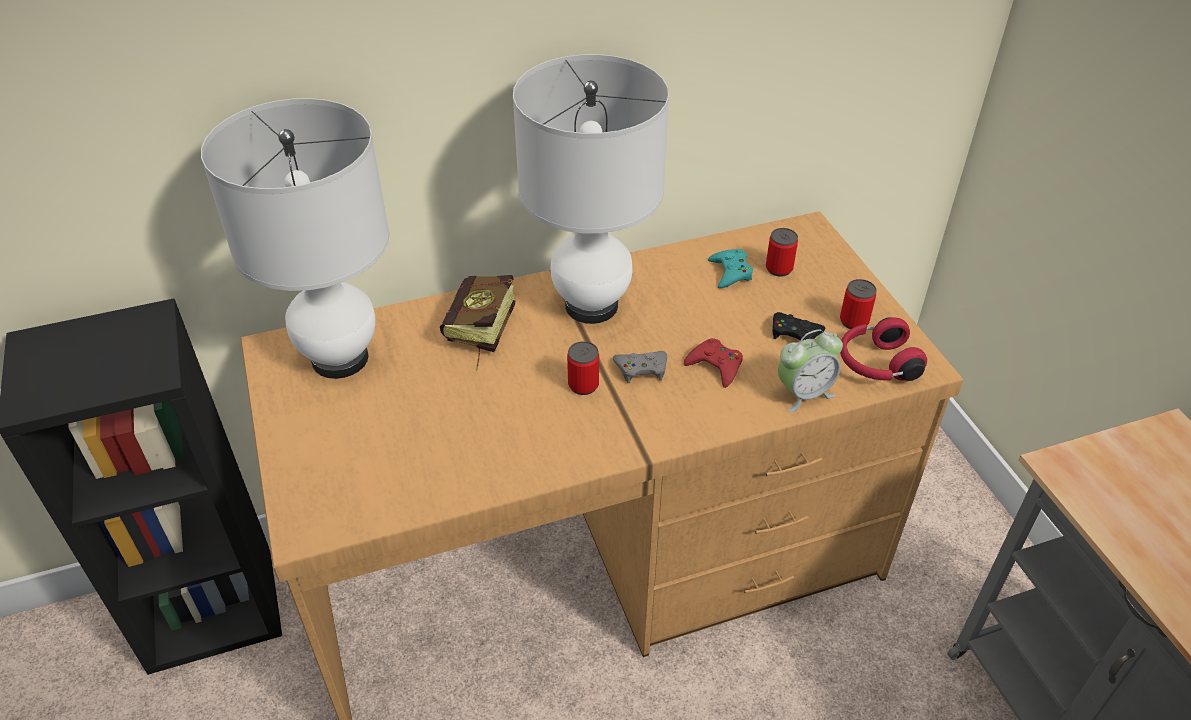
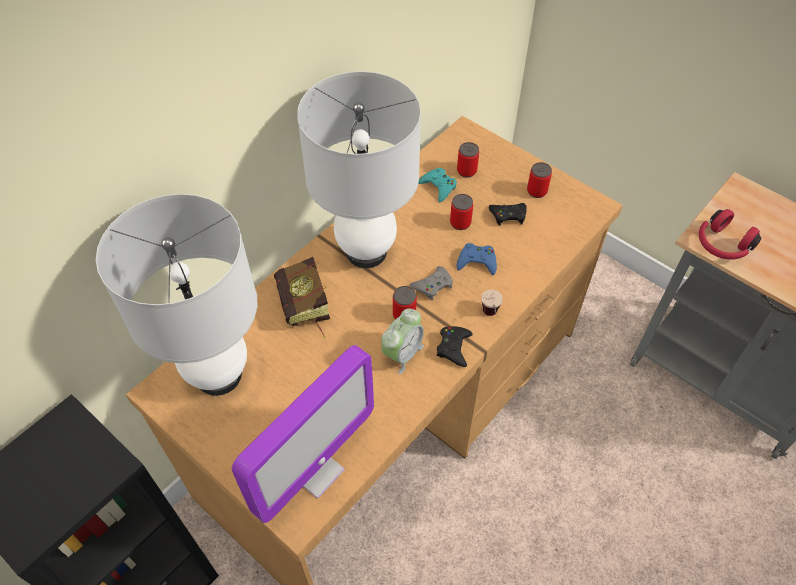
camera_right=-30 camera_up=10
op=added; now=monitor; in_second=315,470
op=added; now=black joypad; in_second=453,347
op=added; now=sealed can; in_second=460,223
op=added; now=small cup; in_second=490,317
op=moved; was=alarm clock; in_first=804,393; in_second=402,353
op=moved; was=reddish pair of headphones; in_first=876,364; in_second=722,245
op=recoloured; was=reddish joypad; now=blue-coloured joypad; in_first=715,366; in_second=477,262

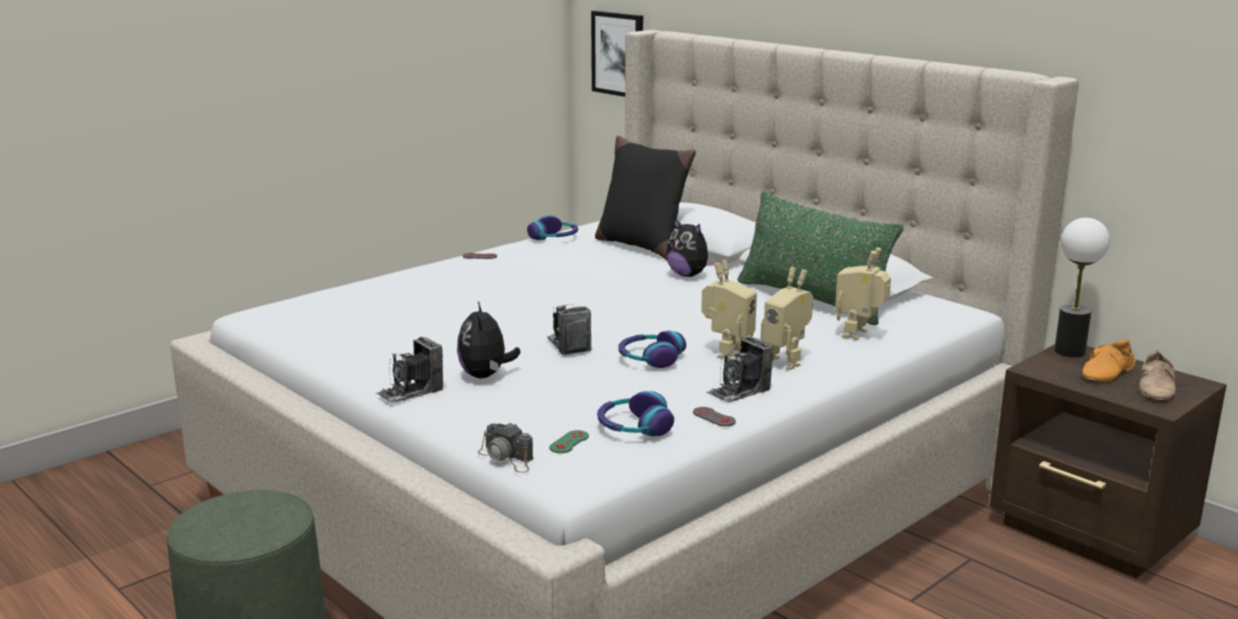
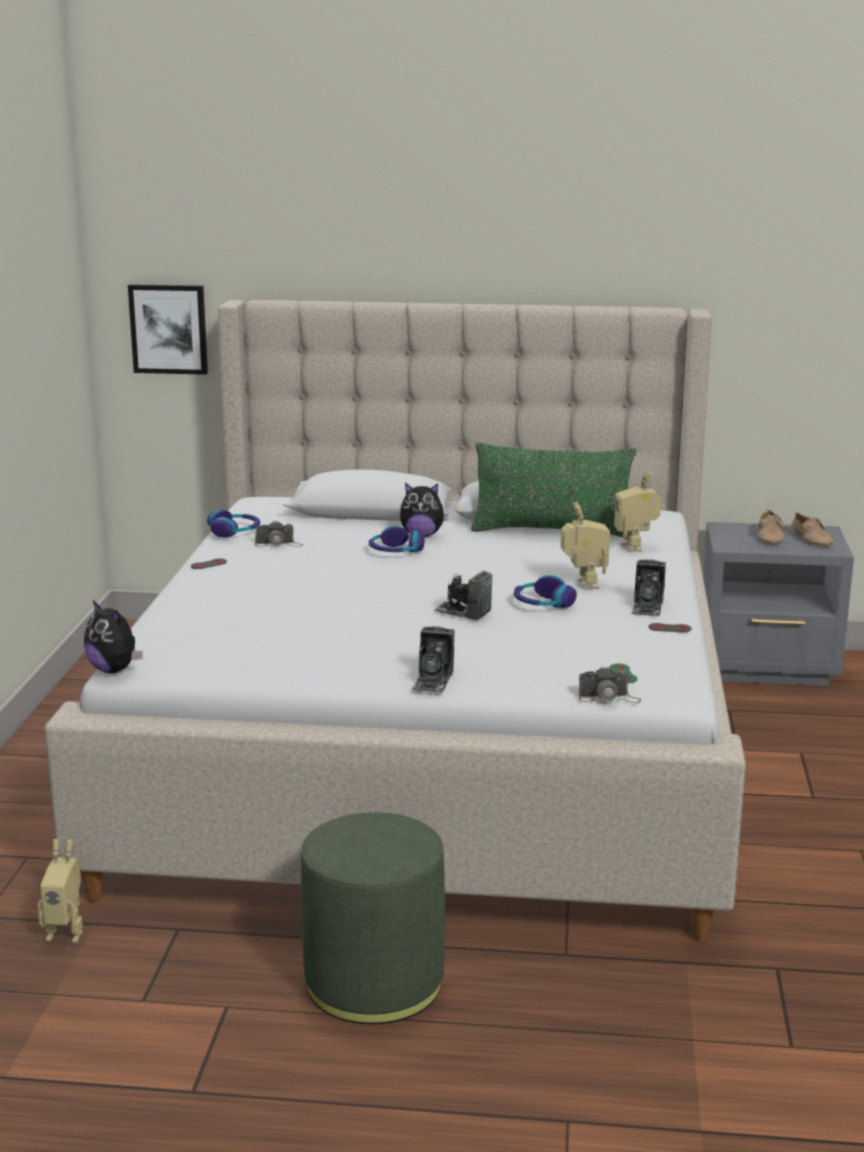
camera_right=-40 camera_up=0
op=removed; was=black pillow; in_first=641,246
op=removed; was=table lamp; in_first=1069,352
op=added; now=photo camera; in_second=278,544
op=moved; was=cuddly toy; in_first=486,376; in_second=114,670
op=moved; was=pair of headphones; in_first=634,427; in_second=395,551
op=moved; was=toy robot; in_first=786,362; in_second=66,932
op=recoloured; was=brown nightstand; now=gray nightstand; in_first=1091,534; in_second=769,668
op=recoloured; was=orangey item of footwear; now=beige item of footwear; in_first=1109,373; in_second=771,537

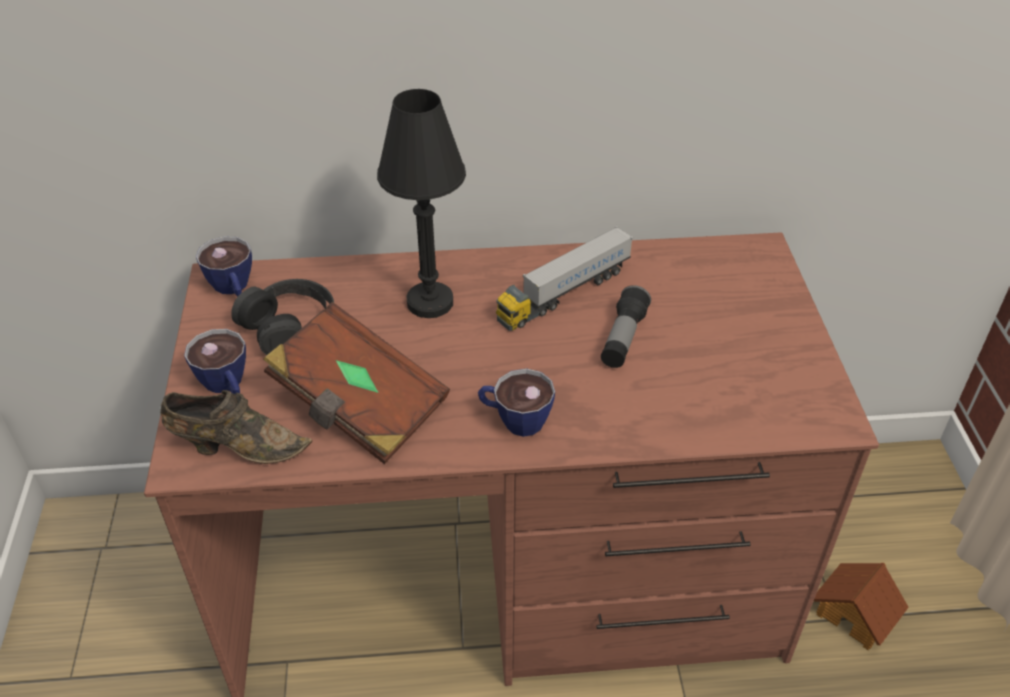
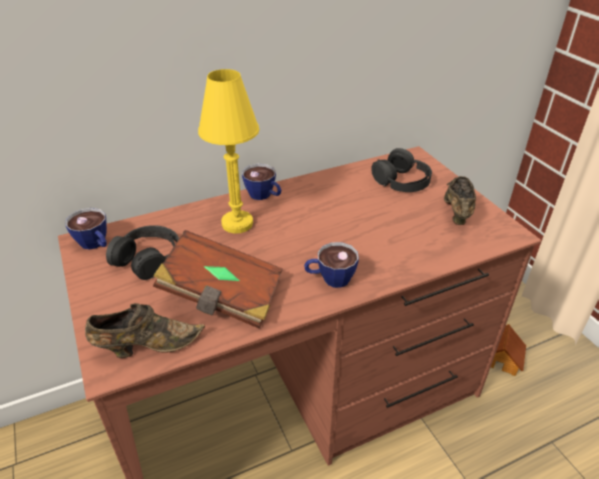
camera_right=-20 camera_up=-5
op=removed; was=model truck; in_first=564,294
op=removed; was=flashlight; in_first=623,338
op=added; now=black pair of headphones; in_second=402,180
op=added; now=brown item of footwear; in_second=456,211
op=moved; was=small cup; in_first=227,386; in_second=264,196
op=recoloured; was=black table lamp; now=yellow table lamp; in_first=430,302; in_second=237,223

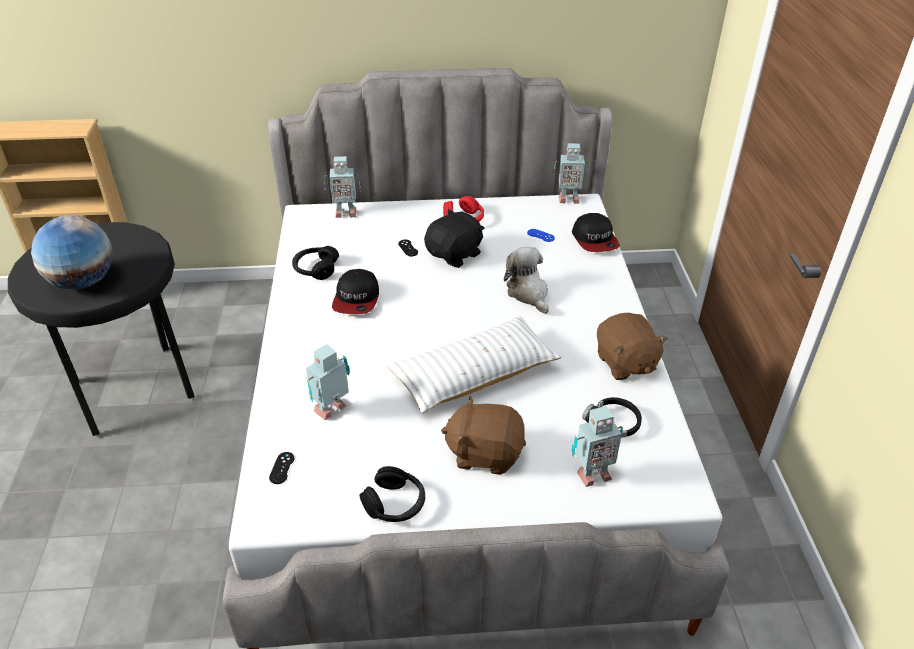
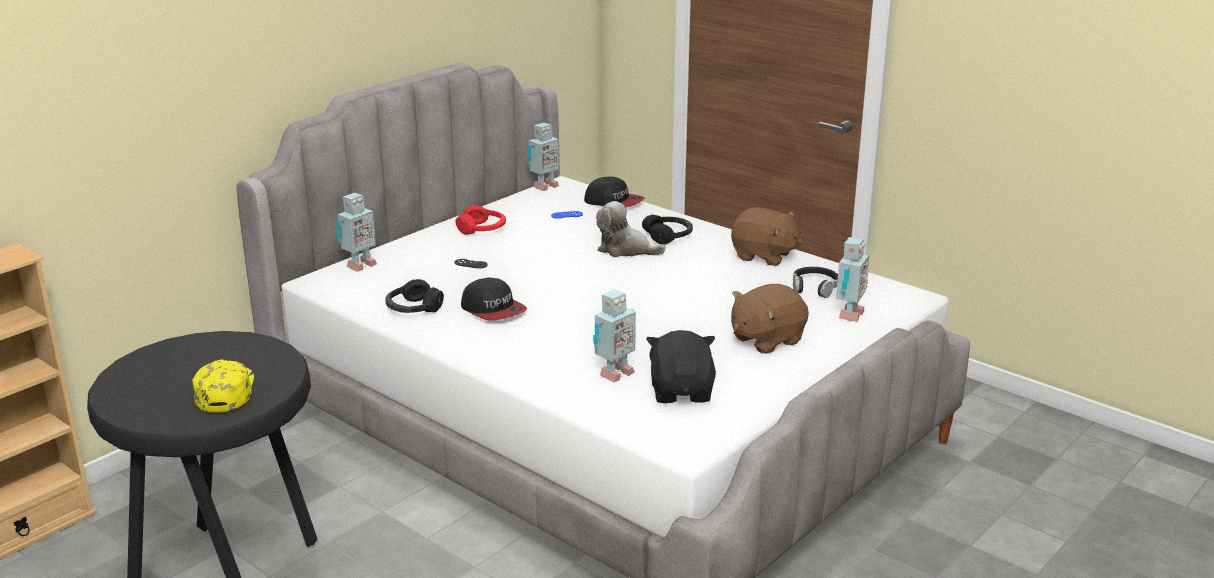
camera_right=-45 camera_up=-15
op=removed; was=black joypad; in_first=282,468
op=removed; was=white pillow; in_first=474,375
op=moved; was=black pair of headphones; in_first=395,504; in_second=668,236
op=moved; was=black cuddly toy; in_first=455,255; in_second=682,392
op=replaced; was=desk globe; now=yellow baseball cap; in_first=83,282; in_second=224,391
op=turned; was=toy robot; in_first=332,410; in_second=614,374; clockwise=-135

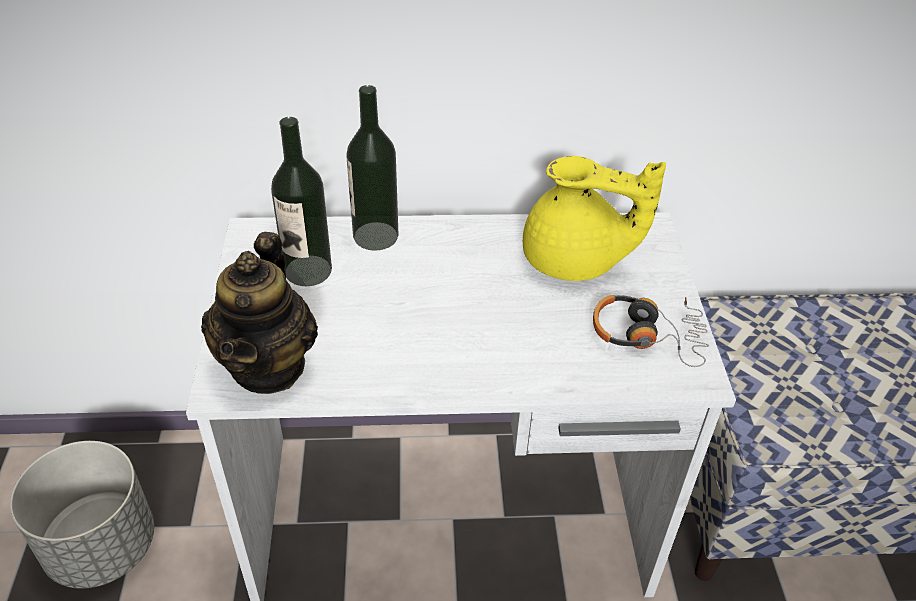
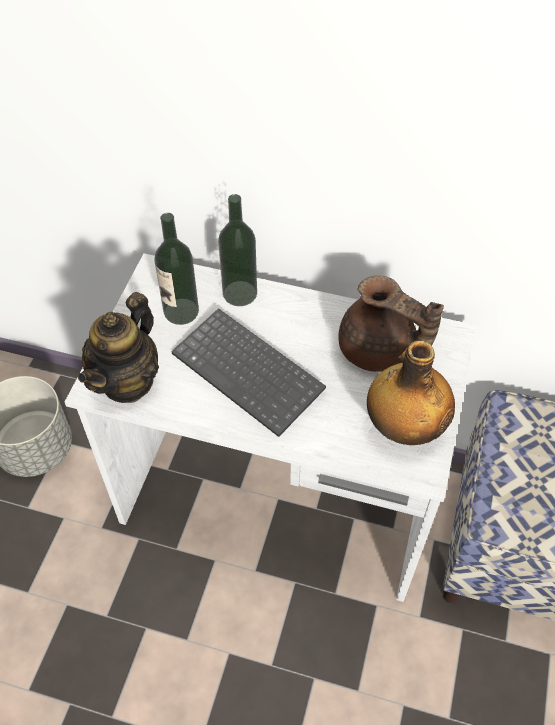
camera_right=20 camera_up=10
op=added; now=PC keyboard; in_second=250,372
op=replaced; was=pair of headphones; now=beverage bottle; in_first=648,335; in_second=404,428
op=recoloured; was=yellow teapot; now=brown teapot; in_first=575,261; in_second=378,351

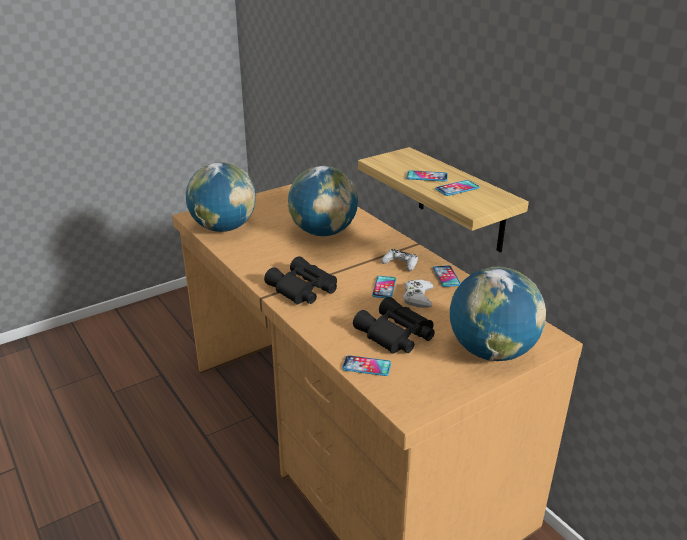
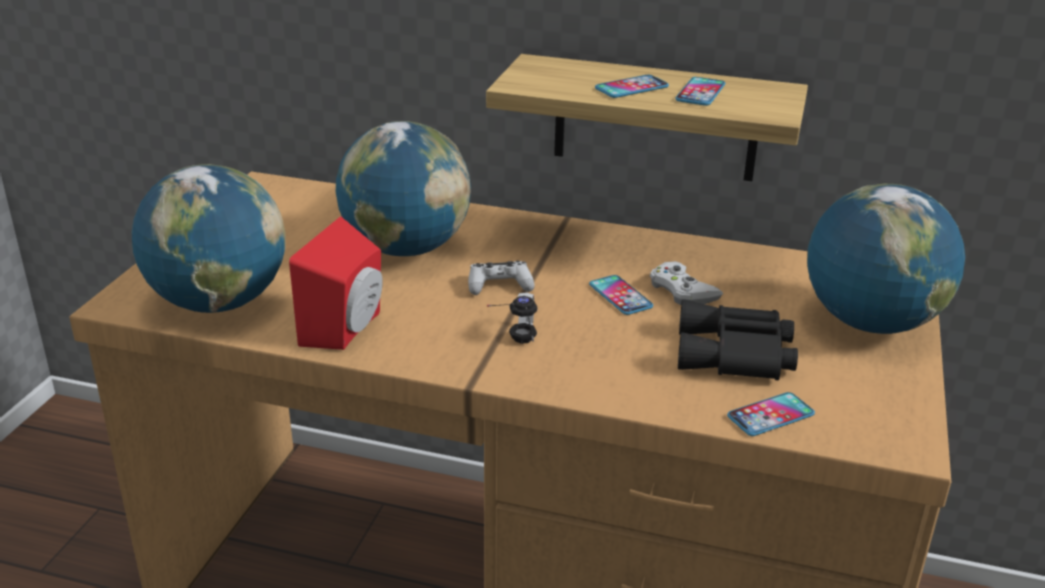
camera_right=-40 camera_up=0
op=removed; was=phone; in_first=446,276
op=added; now=reddish audio speaker; in_second=348,329
op=moved; was=white joypad; in_first=400,264; in_second=499,286
op=replaced; was=black pair of binoculars; now=pair of headphones; in_first=302,289; in_second=512,348

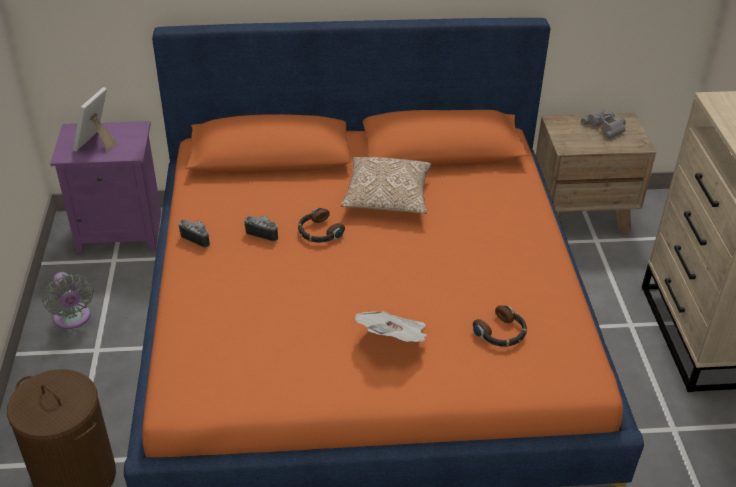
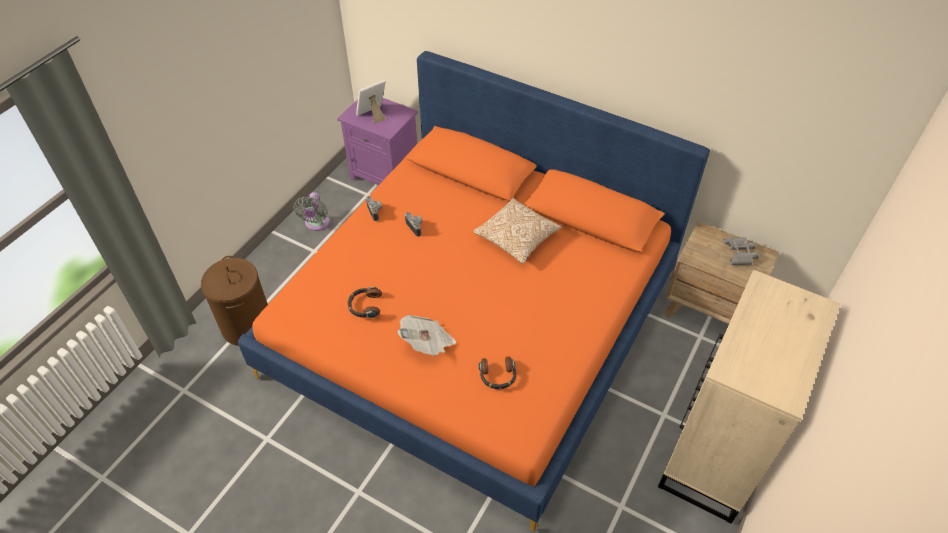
camera_right=35 camera_up=10
op=moved; was=pair of headphones; in_first=319,232; in_second=365,305

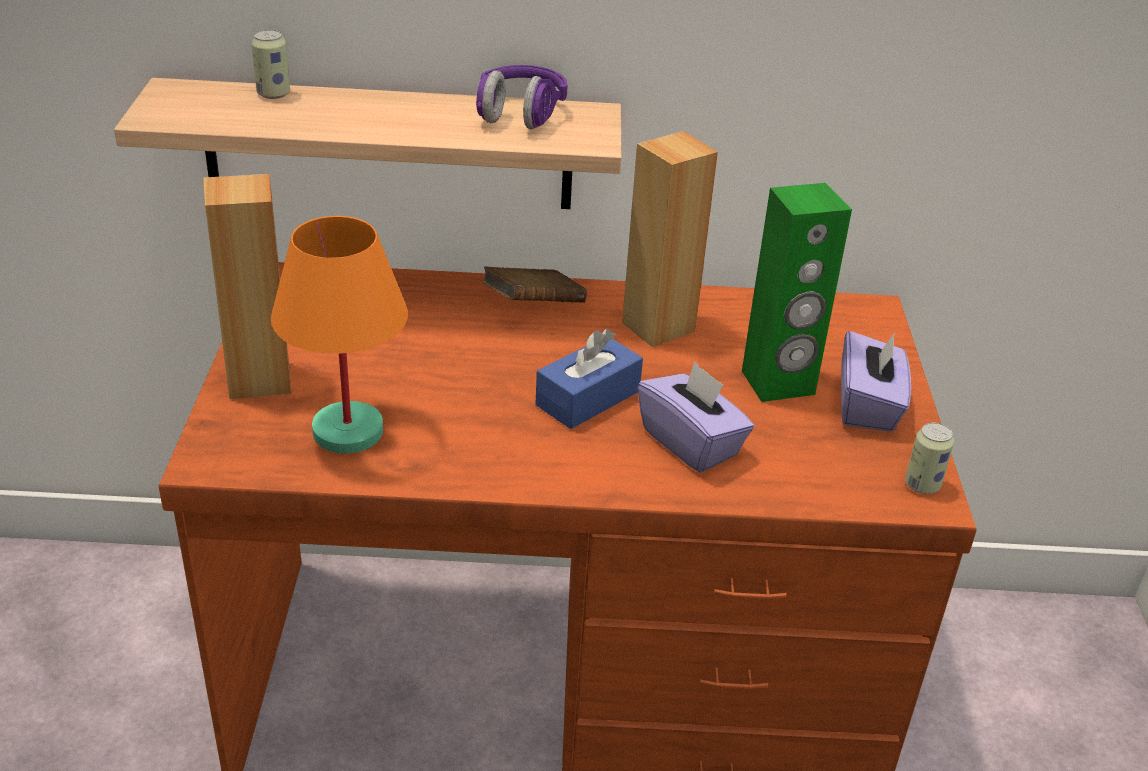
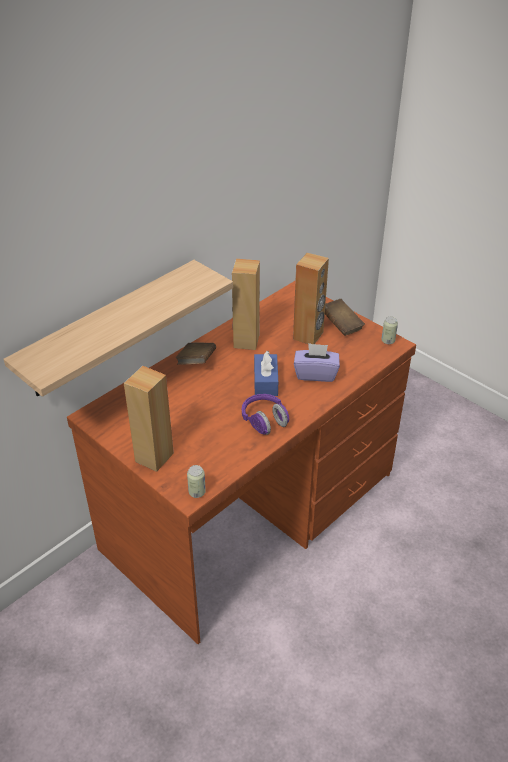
camera_right=-45 camera_up=5
op=removed; was=orangey table lamp; in_first=349,432
op=moved; was=sealed can; in_first=273,94; in_second=197,492
op=moved; was=purple pair of headphones; in_first=519,114; in_second=264,421
op=replaced; was=purple tissue holder; now=brown volume; in_first=868,406; in_second=341,325
op=recoloured; was=green audio speaker; now=brown audio speaker; in_first=778,383; in_second=308,336

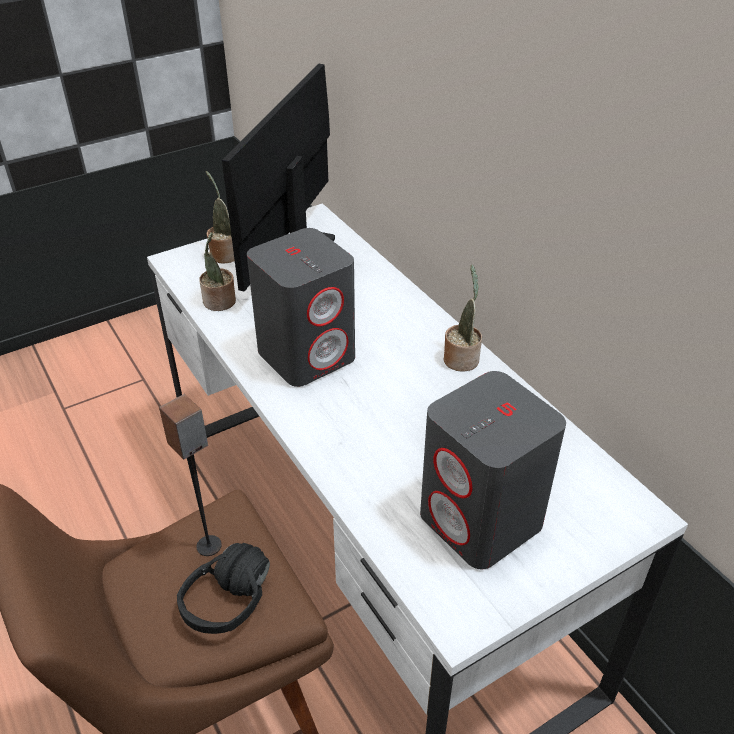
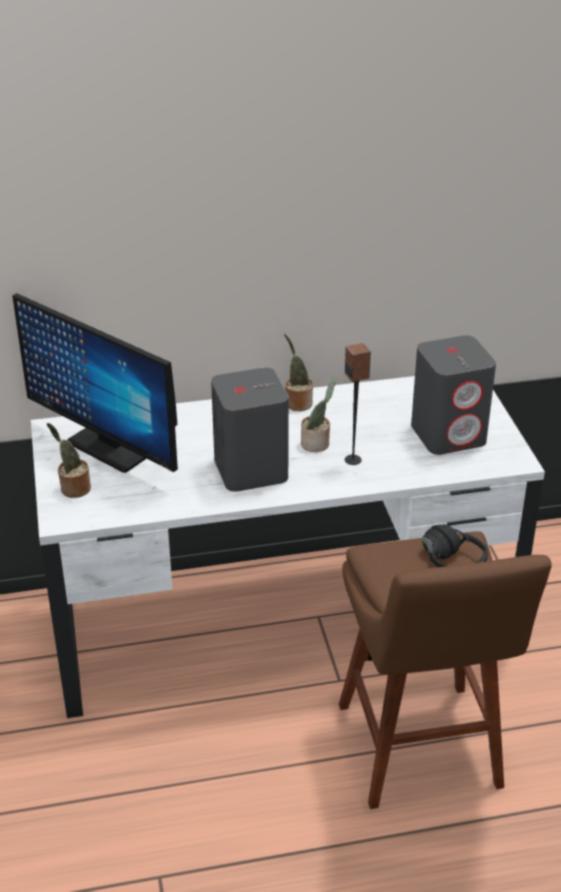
camera_right=-70 camera_up=-5
op=moved; was=audio speaker; in_first=209,546; in_second=353,460
op=moved; was=potted plant; in_first=219,303; in_second=317,444

